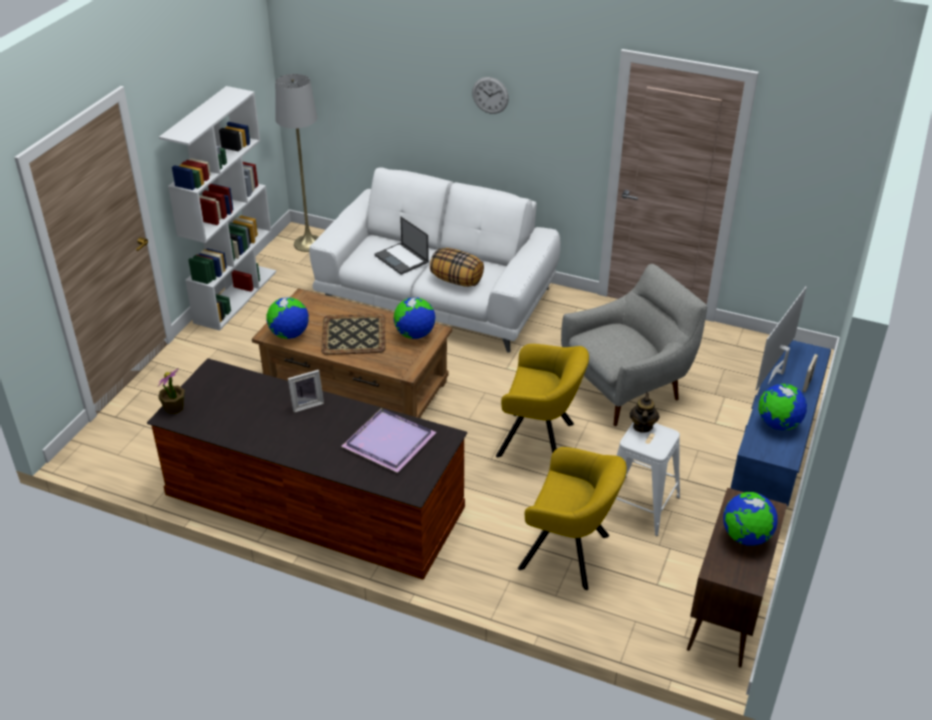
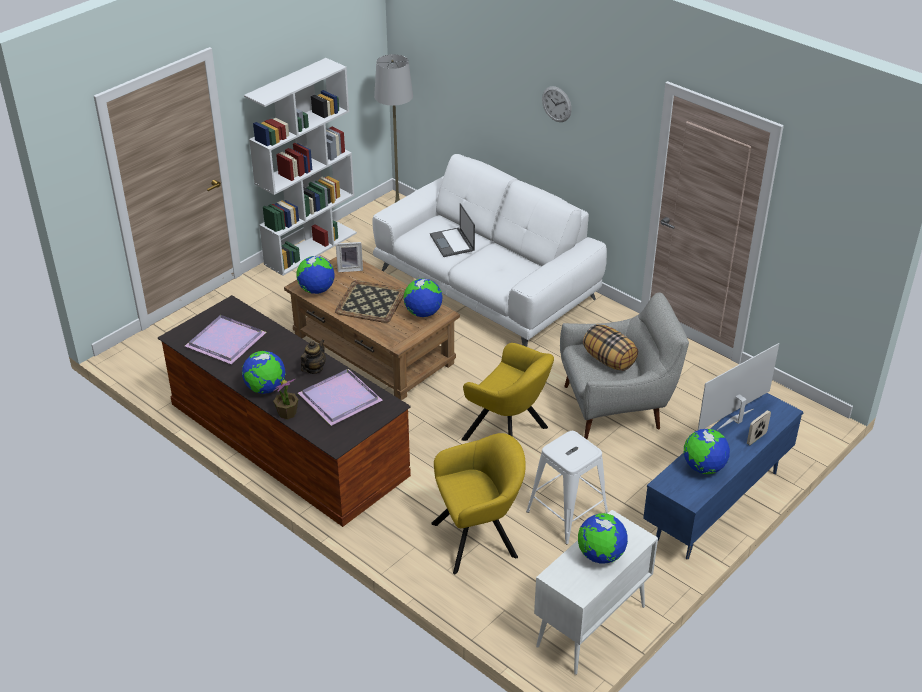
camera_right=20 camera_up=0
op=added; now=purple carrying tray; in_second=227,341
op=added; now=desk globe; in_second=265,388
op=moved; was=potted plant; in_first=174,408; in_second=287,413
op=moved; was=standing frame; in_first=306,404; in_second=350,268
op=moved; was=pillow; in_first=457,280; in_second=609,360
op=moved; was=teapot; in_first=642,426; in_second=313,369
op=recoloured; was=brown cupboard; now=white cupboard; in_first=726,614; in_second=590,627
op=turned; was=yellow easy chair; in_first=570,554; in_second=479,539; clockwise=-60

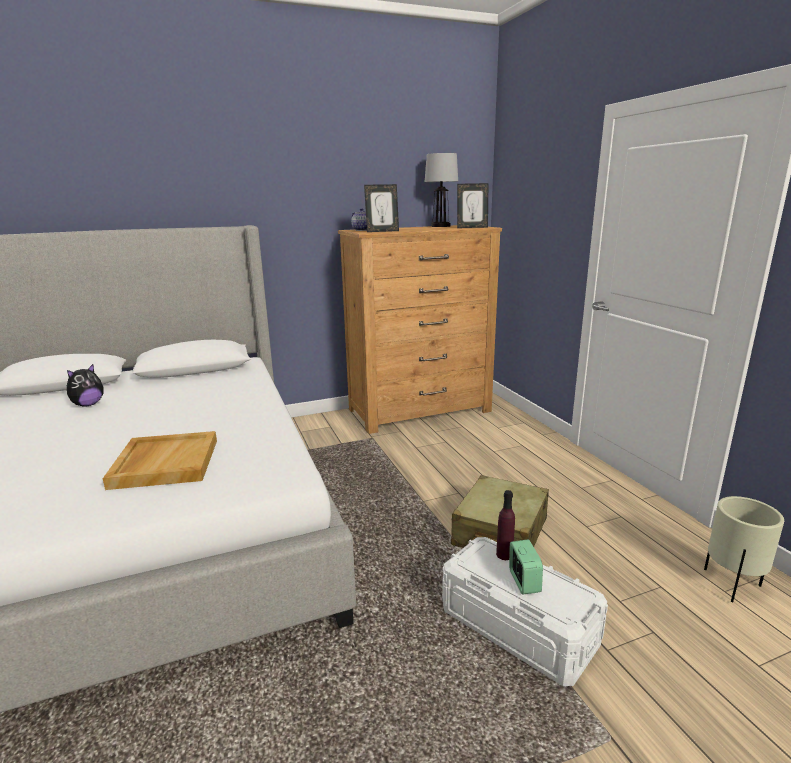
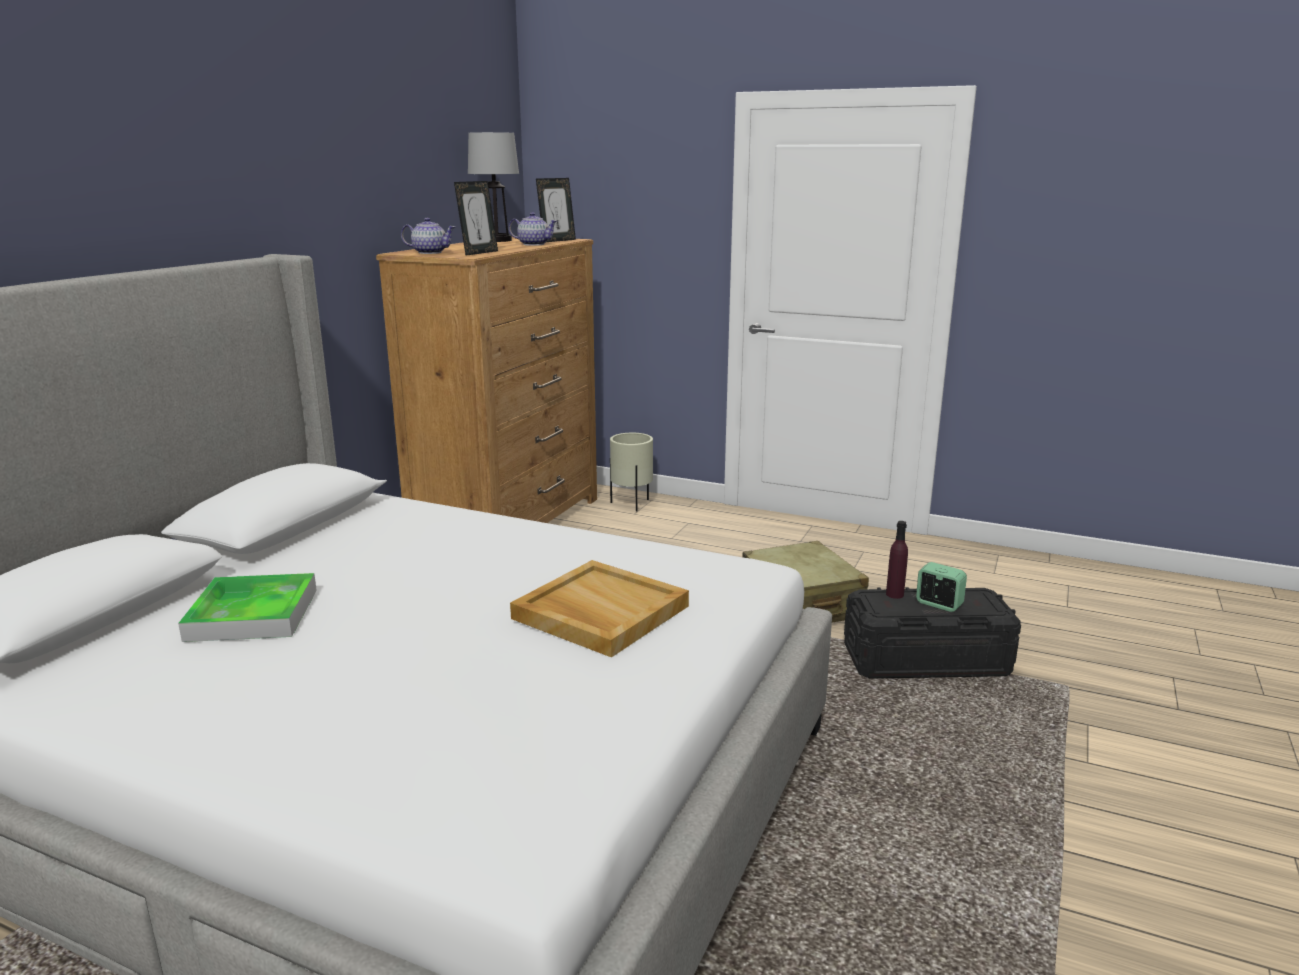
camera_right=-45 camera_up=0
op=added; now=teapot; in_second=533,244
op=moved; was=beige flower pot; in_first=732,586; in_second=632,505
op=replaced; was=cuddly toy; now=carrying tray; in_first=88,404; in_second=253,614
op=recoloured; was=white storage box; now=black storage box; in_first=517,627; in_second=925,660

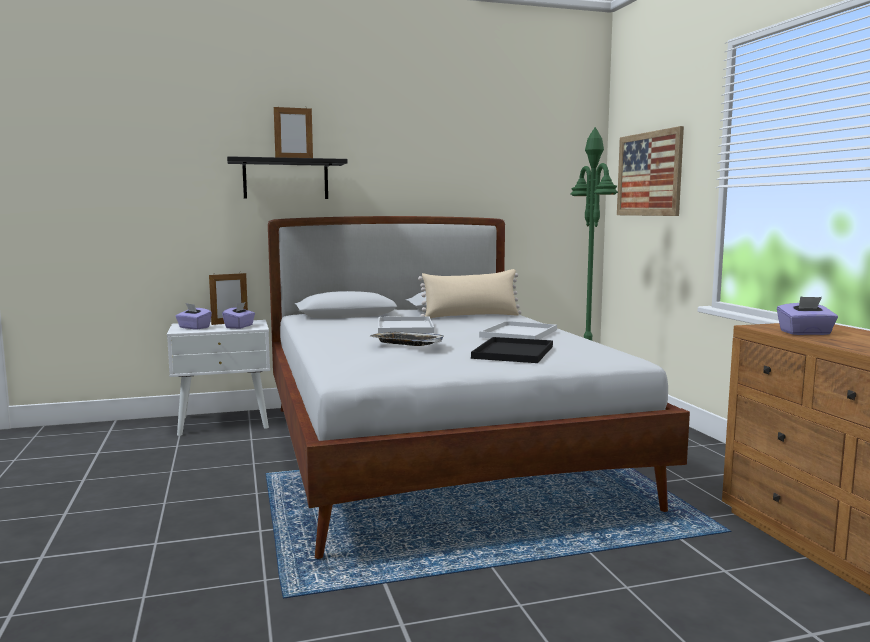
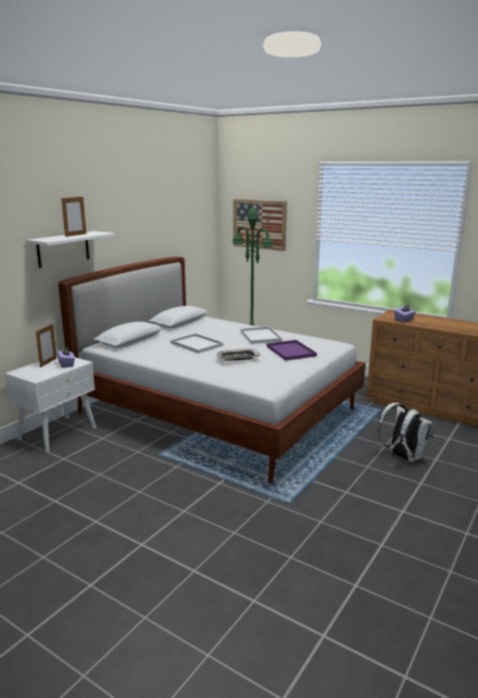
camera_right=-40 camera_up=10
op=removed; was=purple tissue holder; in_first=194,327
op=removed; was=beige pillow; in_first=471,316
op=added; now=white backpack; in_second=403,457
op=recoloured; was=black shelf; now=white shelf; in_first=286,179; in_second=63,249
op=recoloured; was=black carrying tray; now=purple carrying tray; in_first=514,352; in_second=292,351

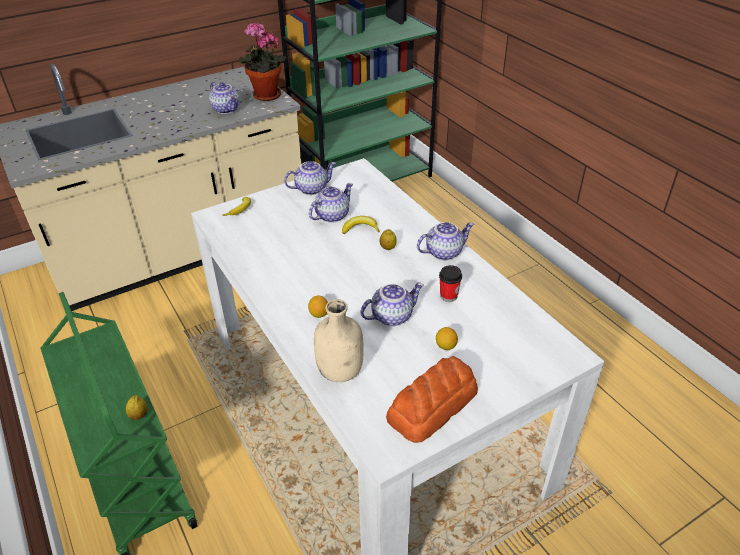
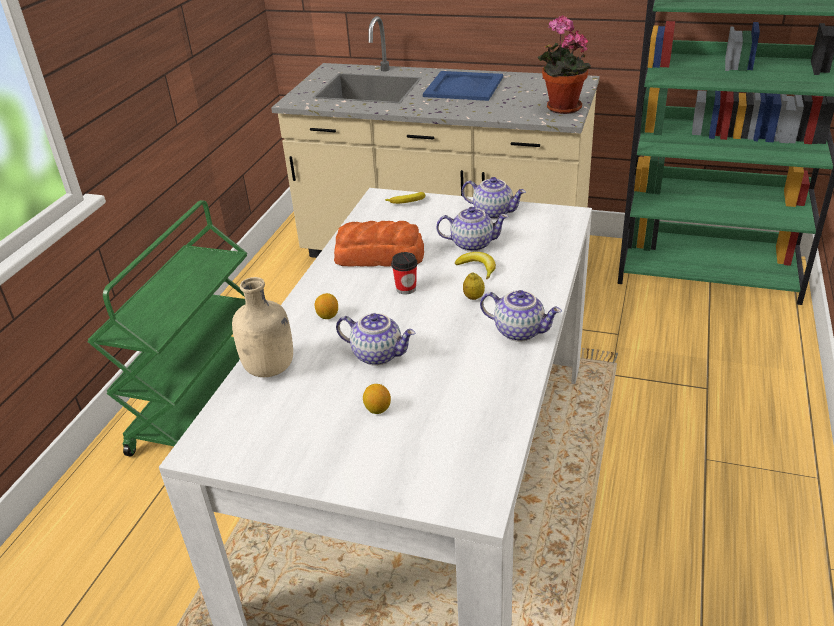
camera_right=50 camera_up=-5
op=removed; was=citrus fruit; in_first=139,415
op=removed; was=teapot; in_first=226,109
op=added; now=blue-coloured carrying tray; in_second=463,86
op=moved; was=baked bread; in_first=433,405; in_second=380,256
op=moved; was=small cup; in_first=448,296; in_second=406,288

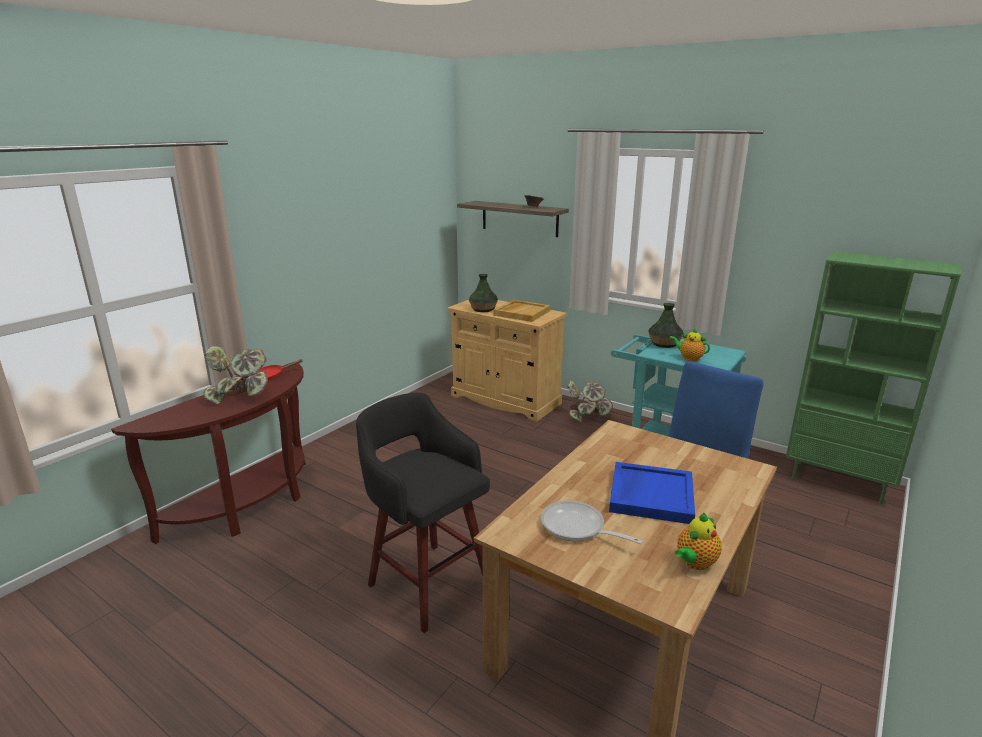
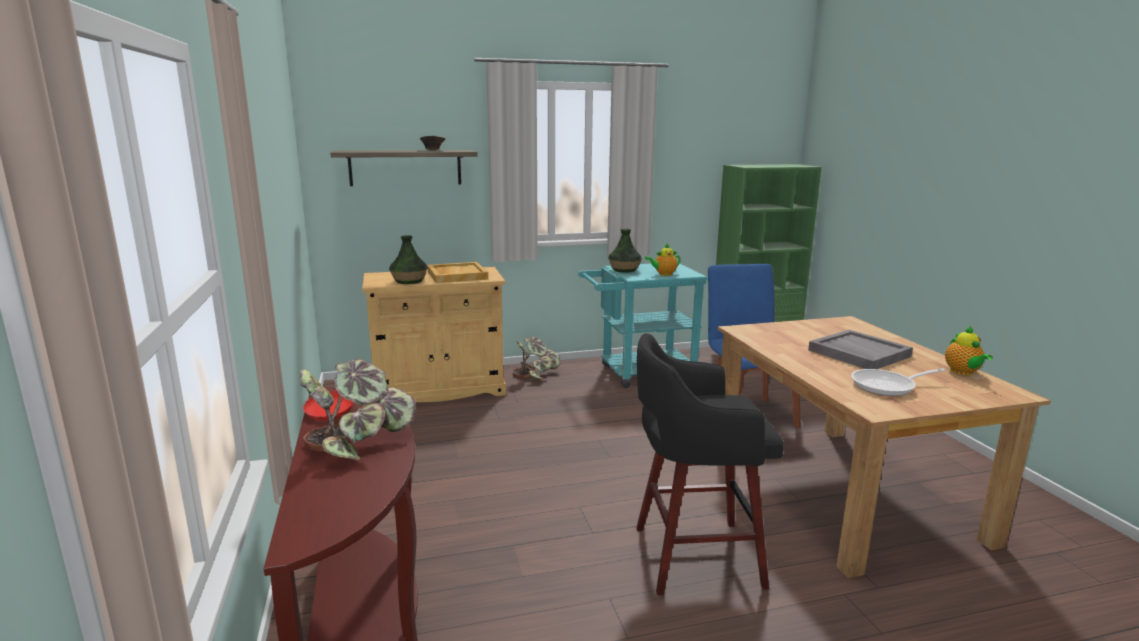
camera_right=-50 camera_up=-5
op=recoloured; was=blue-coloured carrying tray; now=gray carrying tray; in_first=650,495; in_second=858,353

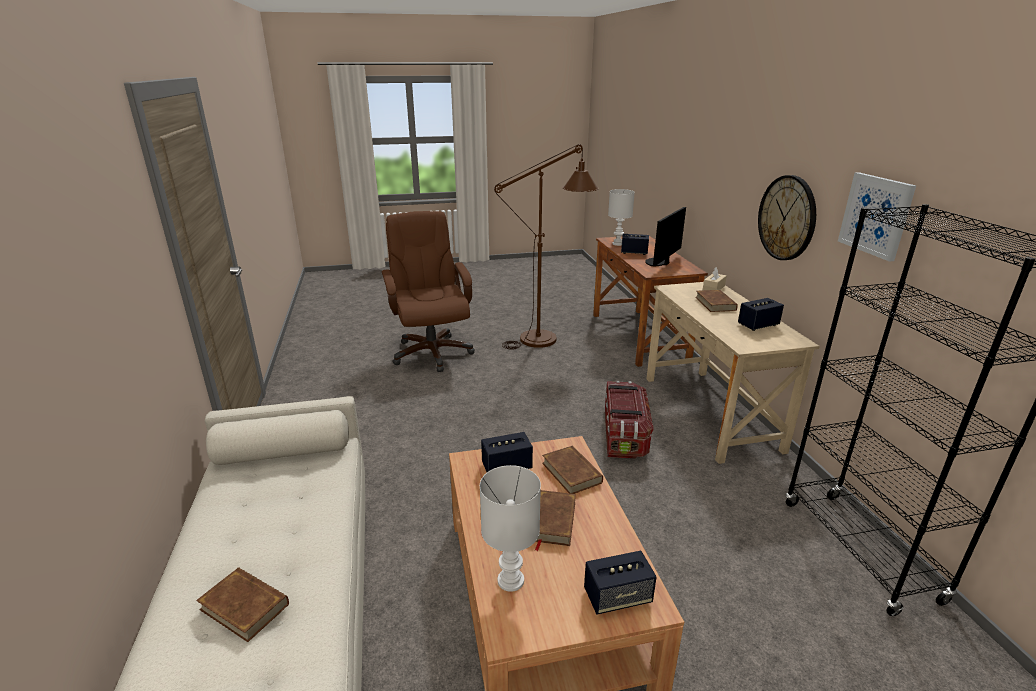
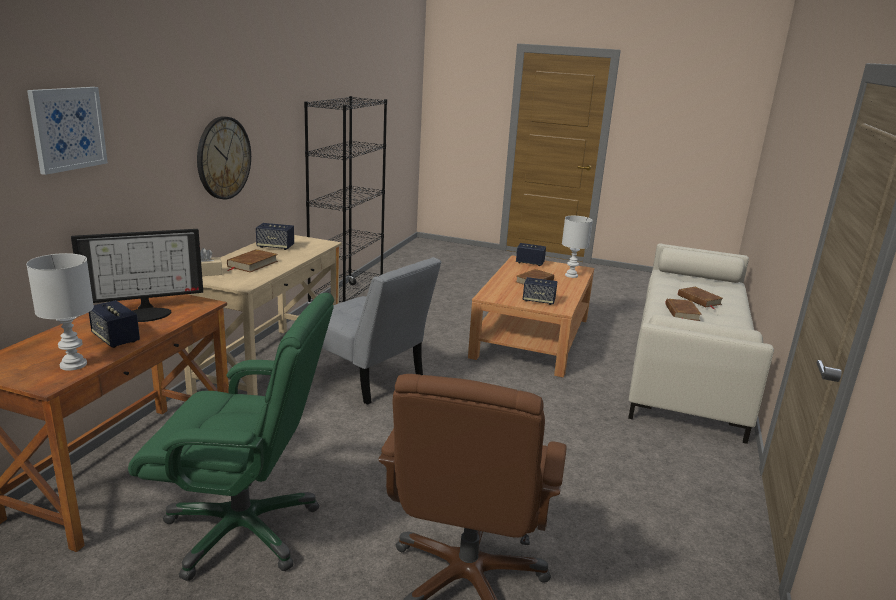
camera_right=-150 camera_up=-5
op=moved; was=brown volume; in_first=571,472; in_second=681,312
op=moved; was=wall picture; in_first=876,215; in_second=67,129
op=replaced; was=brown floor lamp; now=green computer chair; in_first=547,337; in_second=244,529
op=replaced; was=storage box; now=gray upright chair; in_first=624,434; in_second=369,378

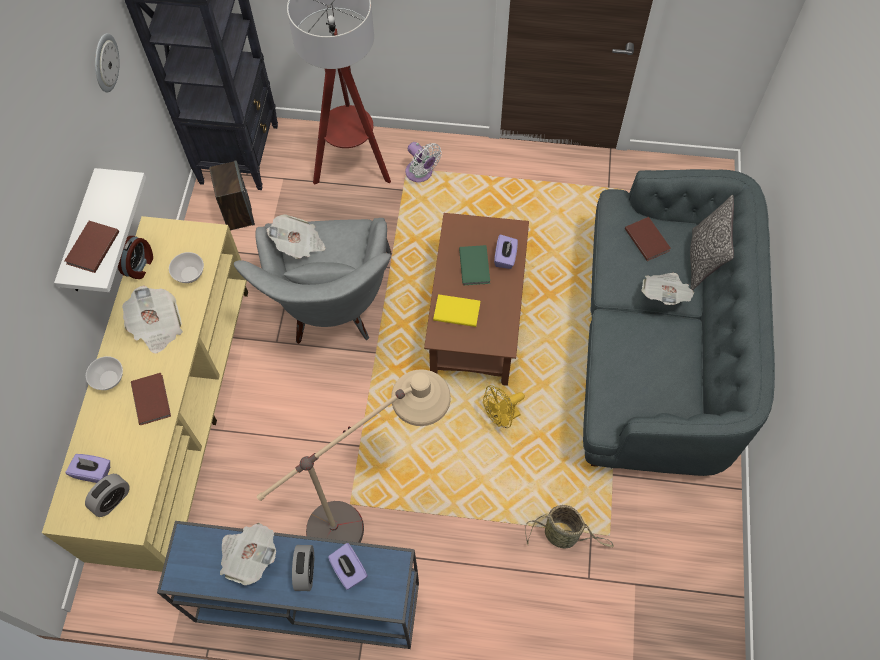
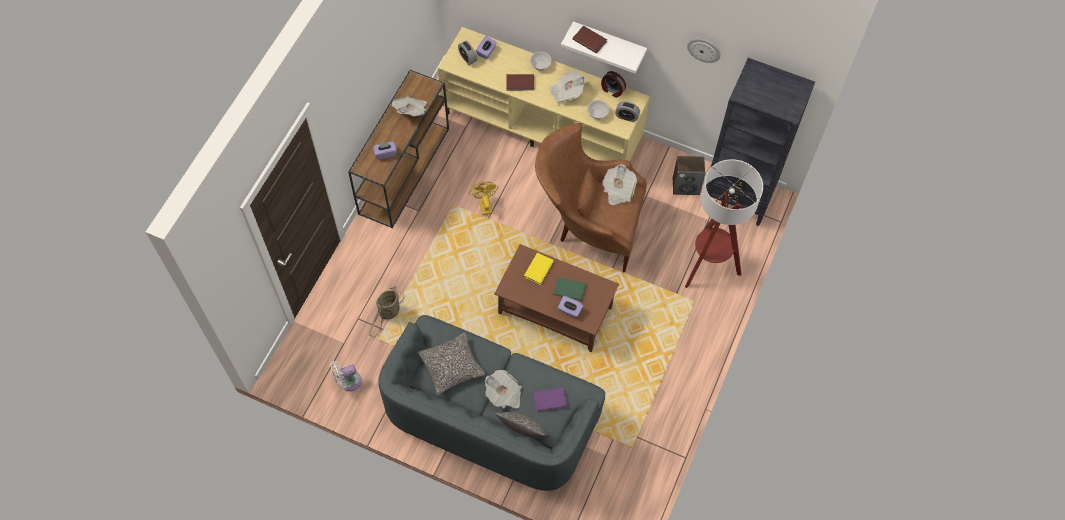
camera_right=105 camera_up=0
op=removed; was=beige floor lamp; in_first=372,511
op=added; now=pillow; in_second=452,366
op=moved; was=alarm clock; in_first=305,571; in_second=626,117
op=moved; was=white electric fan; in_first=421,174; in_second=348,382
op=moved; was=yellow electric fan; in_first=501,418; in_second=484,204
op=recoloured; was=blue-coloured narrow table; now=brown narrow table; in_first=305,602; in_second=404,169
op=recoloured; was=gray easy chair; now=brown easy chair; in_first=332,312; in_second=588,225
op=recoloured; was=brown volume; now=purple volume; in_first=647,239; in_second=551,400

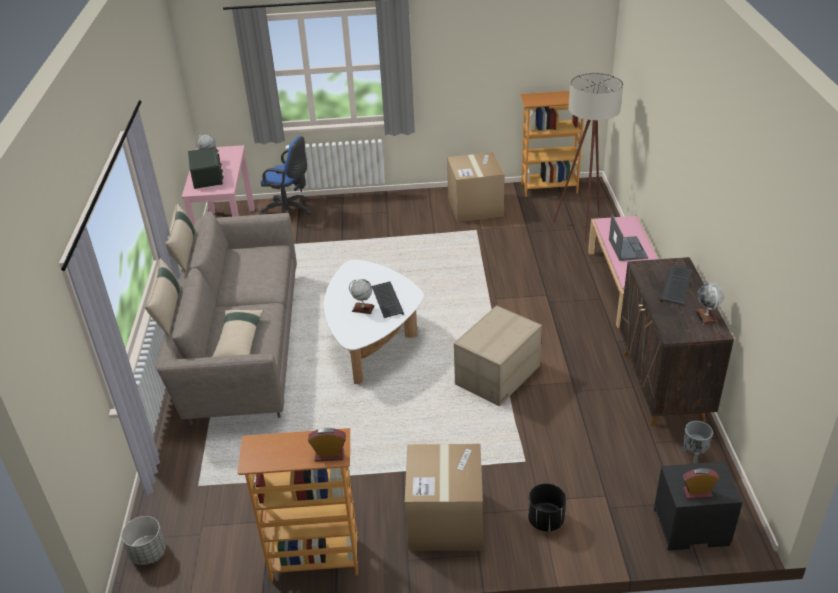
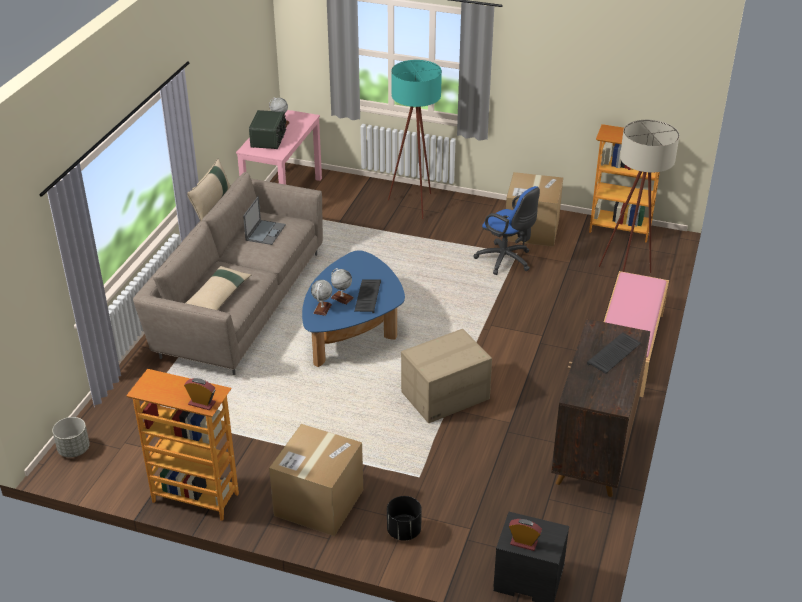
camera_right=20 camera_up=0
op=removed; was=beige pillow; in_first=168,311
op=removed; was=gray flower pot; in_first=693,455
op=added; now=turquoise-coloured floor lamp; in_second=415,207
op=moved; was=blue-coloured computer chair; in_first=289,211; in_second=506,261
op=moved; was=portable computer; in_first=627,248; in_second=265,232
op=moved; was=desk globe; in_first=706,317; in_second=322,309
op=recoloured; was=white coffee table; now=blue-coloured coffee table; in_first=372,339; in_second=353,330

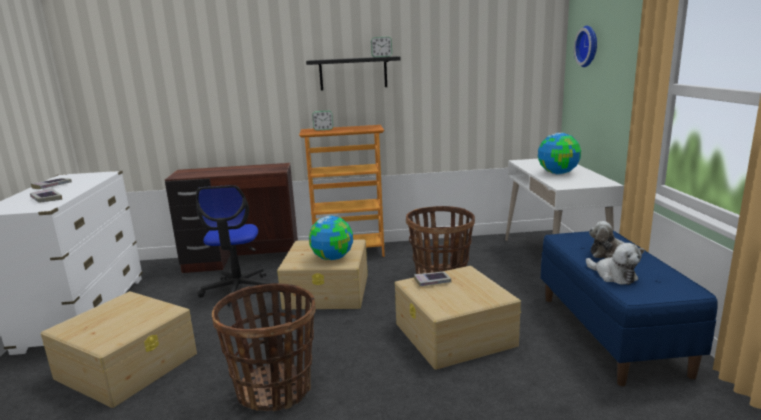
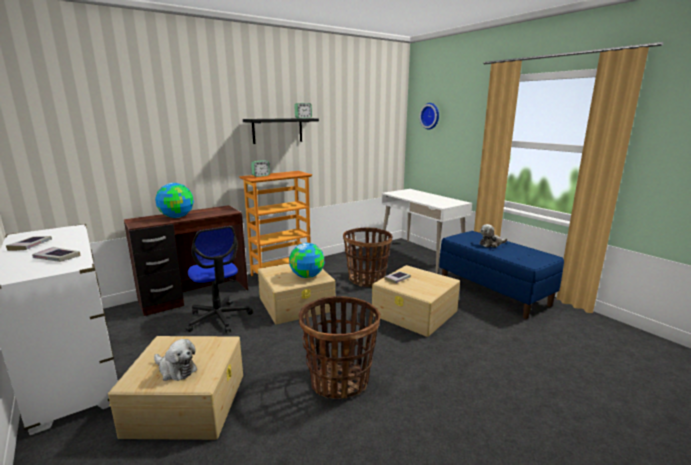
camera_right=-30 camera_up=0
op=moved; was=desk globe; in_first=558,173; in_second=177,217
op=moved; was=cuddly toy; in_first=613,276; in_second=176,370

